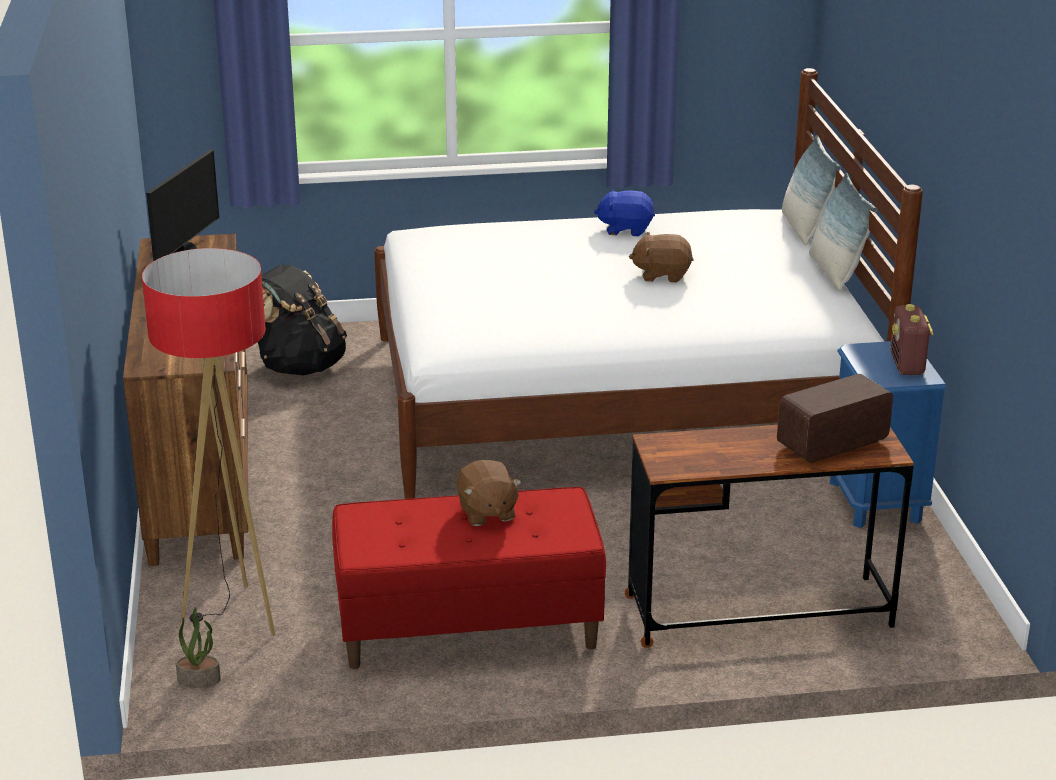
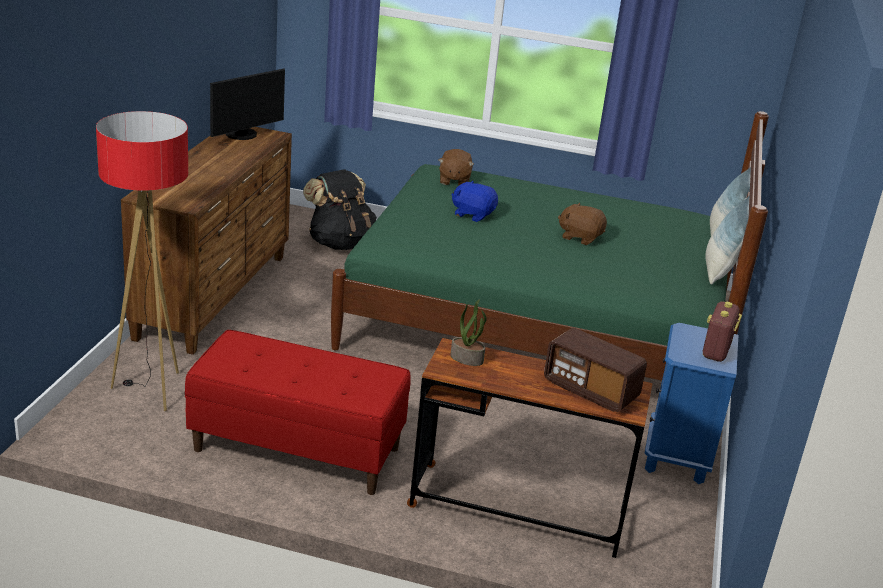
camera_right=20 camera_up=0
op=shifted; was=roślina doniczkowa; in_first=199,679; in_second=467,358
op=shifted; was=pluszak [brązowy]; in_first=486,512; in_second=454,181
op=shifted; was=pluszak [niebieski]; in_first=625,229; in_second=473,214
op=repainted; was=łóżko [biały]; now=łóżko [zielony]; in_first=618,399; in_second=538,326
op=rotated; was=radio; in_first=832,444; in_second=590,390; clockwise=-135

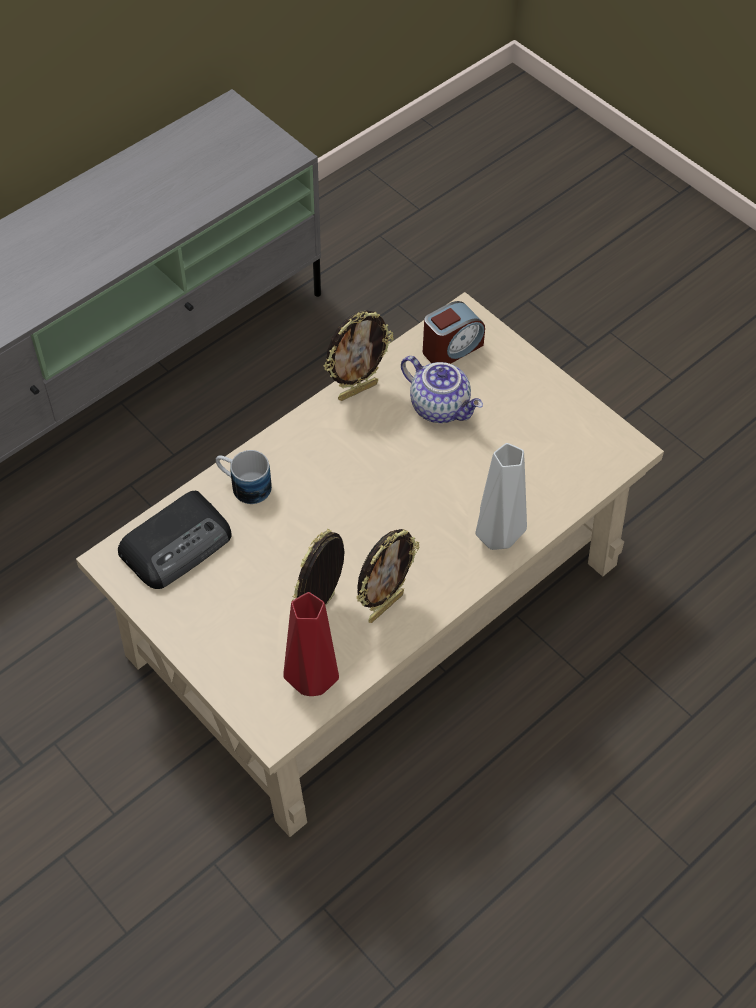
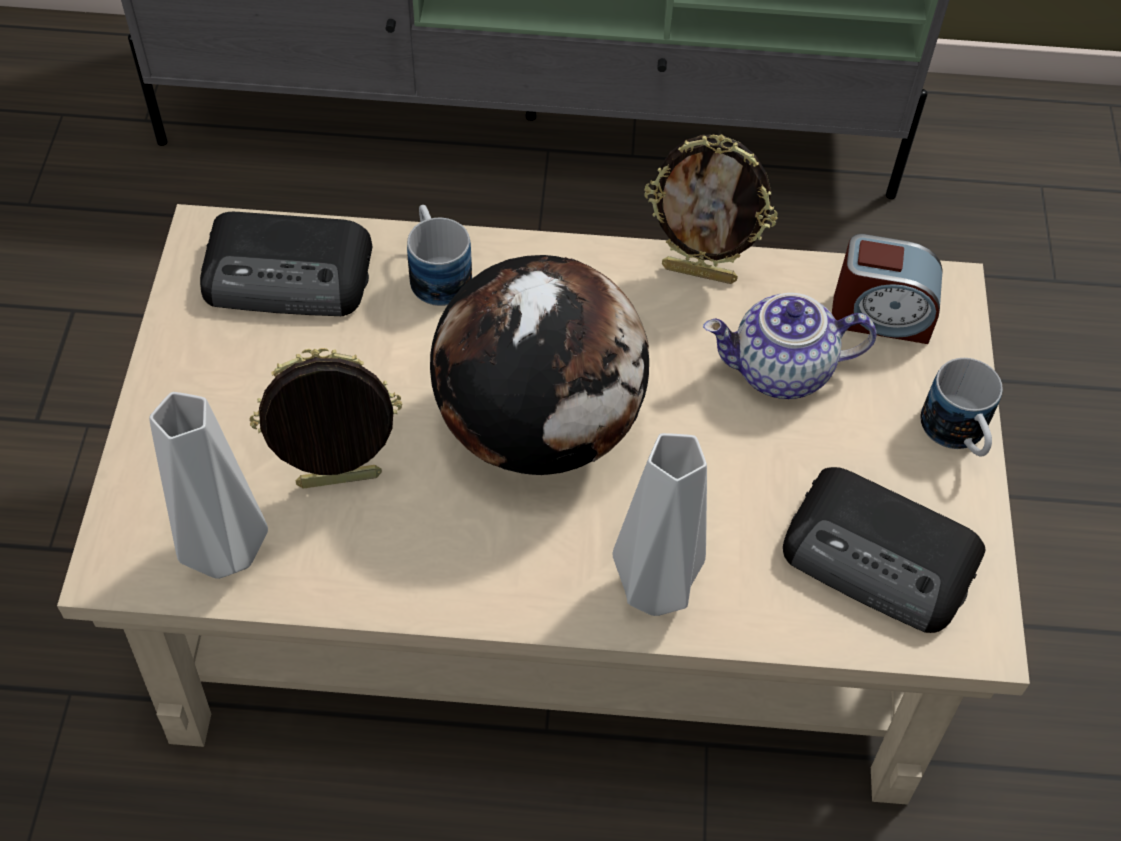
camera_right=45 camera_up=0
op=gone; was=ramka na zdjęcie; in_first=385,606
op=new; now=globus; in_second=539,427
op=new; now=radio; in_second=881,558
op=new; now=kubek; in_second=957,436
op=repainted; was=wazon [czerwony]; now=wazon [szary]; in_first=314,682; in_second=227,556
op=rotated; was=imbryk; in_first=441,406; in_second=780,372; clockwise=90

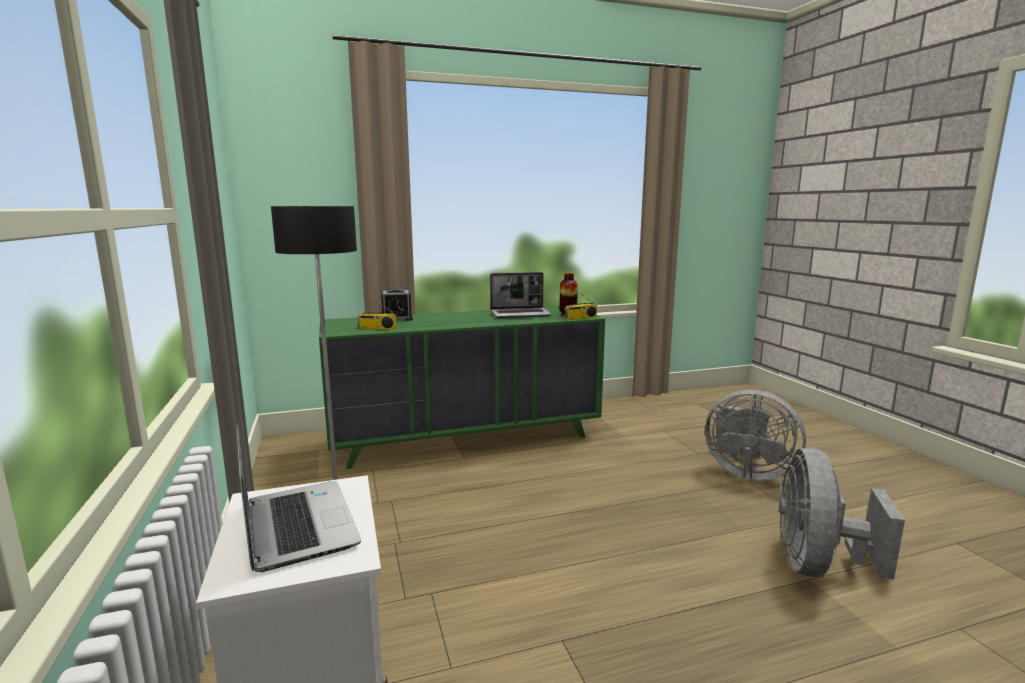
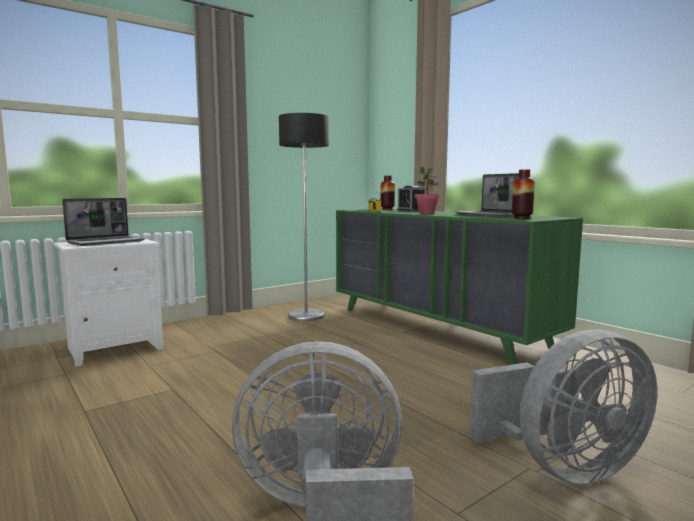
camera_right=70 camera_up=-5
op=gone; was=radio; in_first=580,318
op=new; now=wazon; in_second=387,209
op=new; now=roślina doniczkowa; in_second=426,214
op=rotated; was=wentylator [szary]; in_first=747,472; in_second=564,468; clockwise=-120

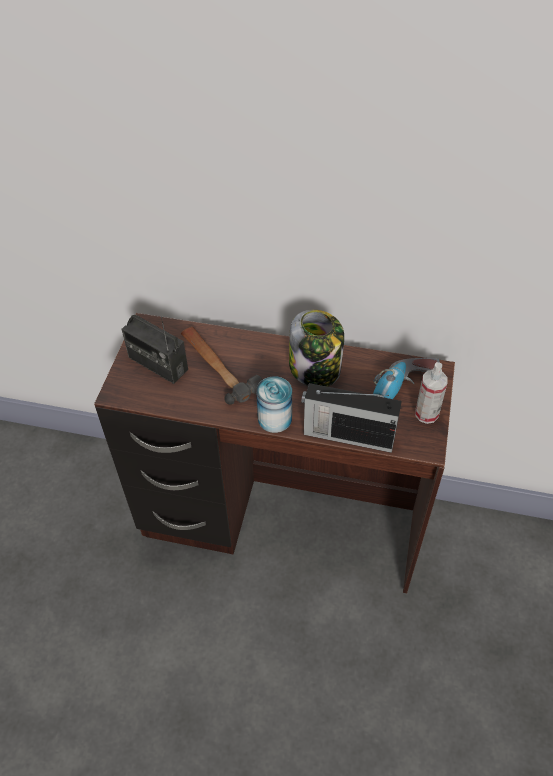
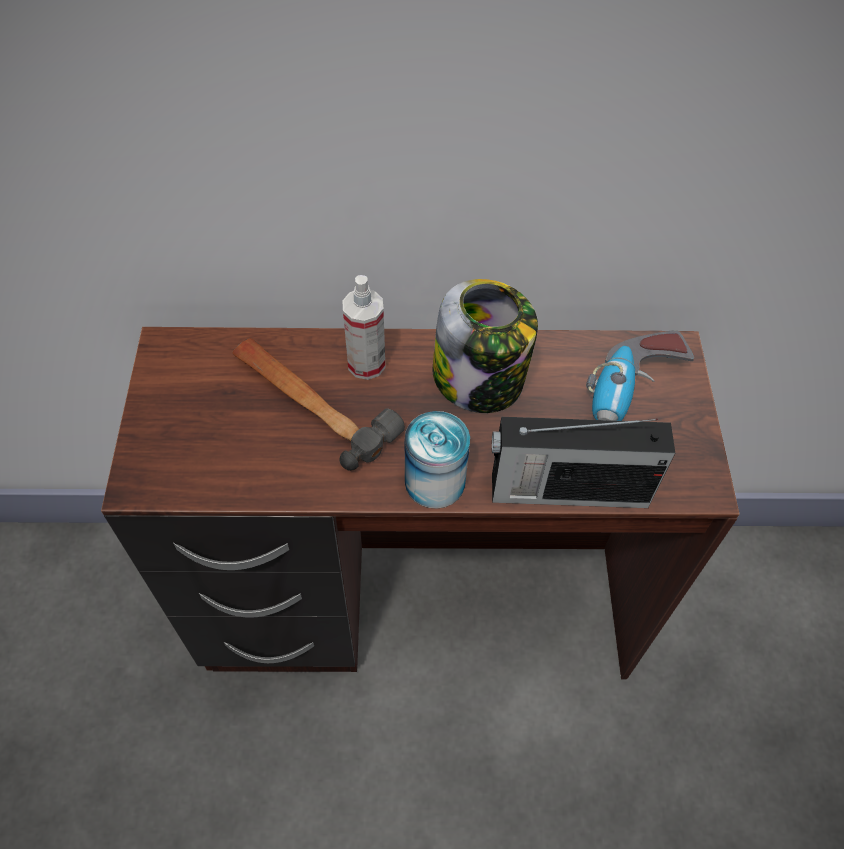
camera_right=-15 camera_up=5
op=gone; was=radio; in_first=158,364
op=shifted; was=spryskiwacz; in_first=426,414; in_second=366,364

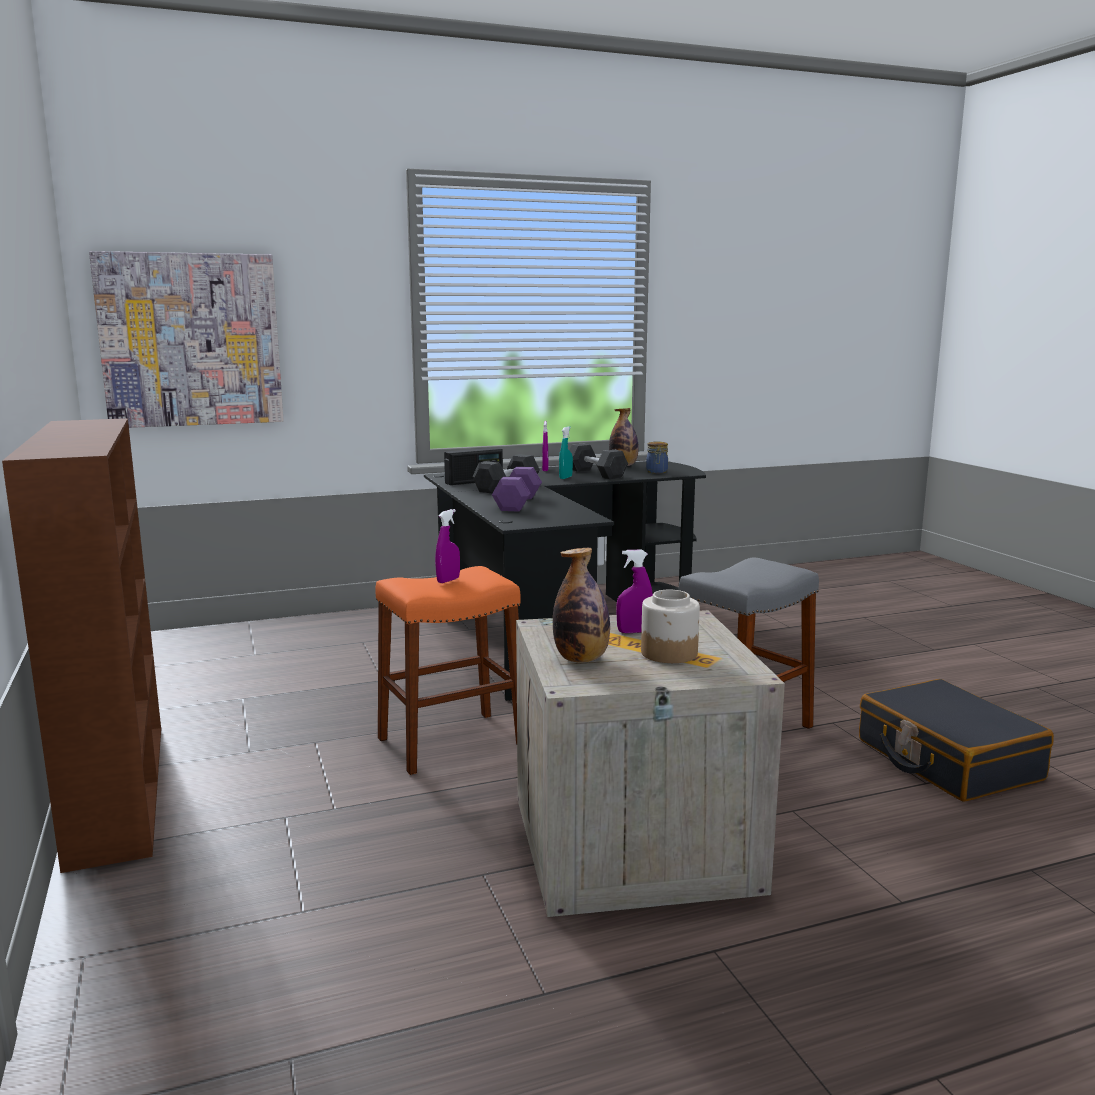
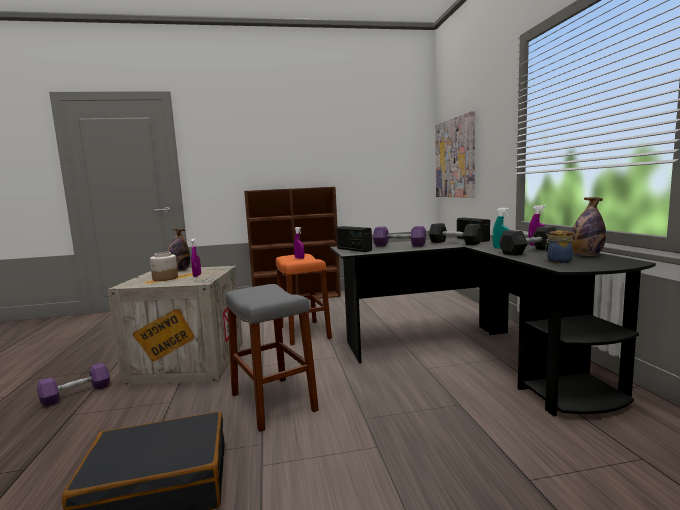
camera_right=100 camera_up=-5
op=new; now=hantel [fioletowy]; in_second=76,393
op=new; now=radio; in_second=353,249

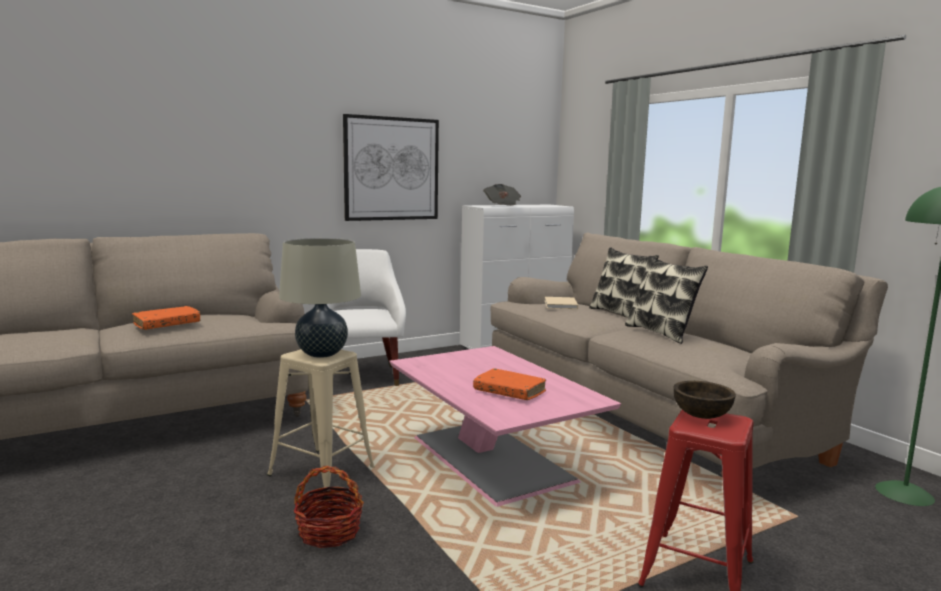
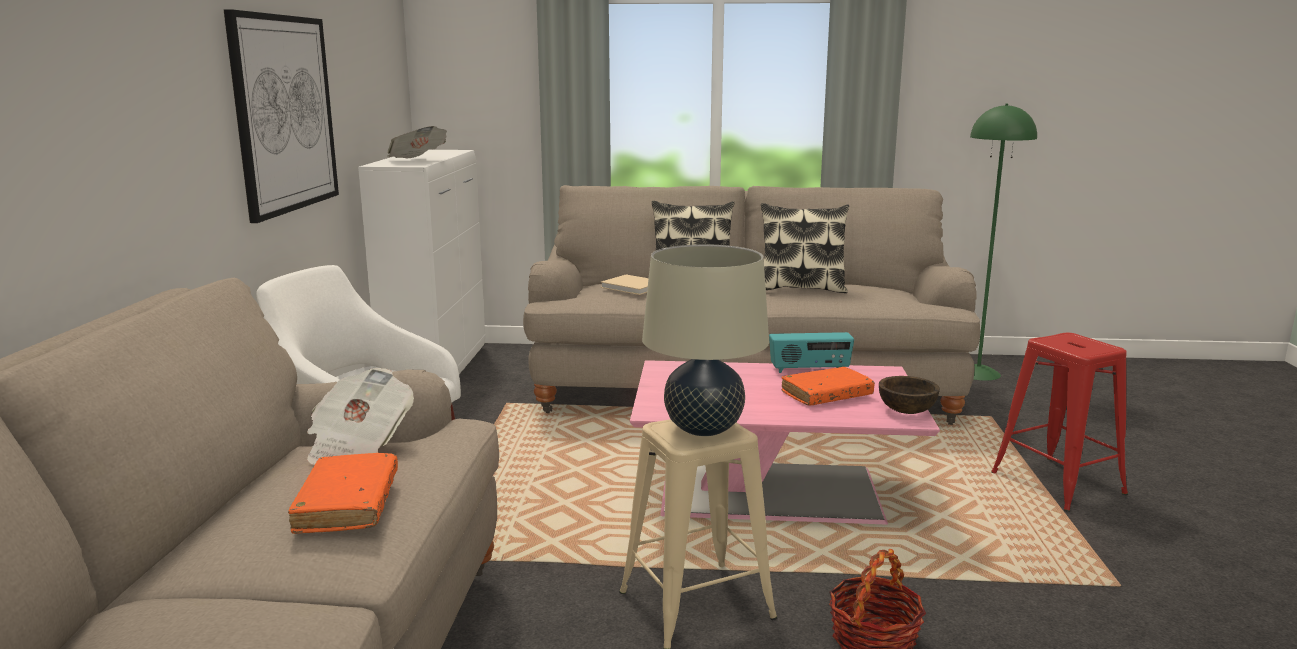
camera_right=-55 camera_up=5
op=new; now=gazeta; in_second=358,444
op=new; now=radio; in_second=809,370
op=shifted; was=miska [brązowy]; in_first=701,415; in_second=906,410

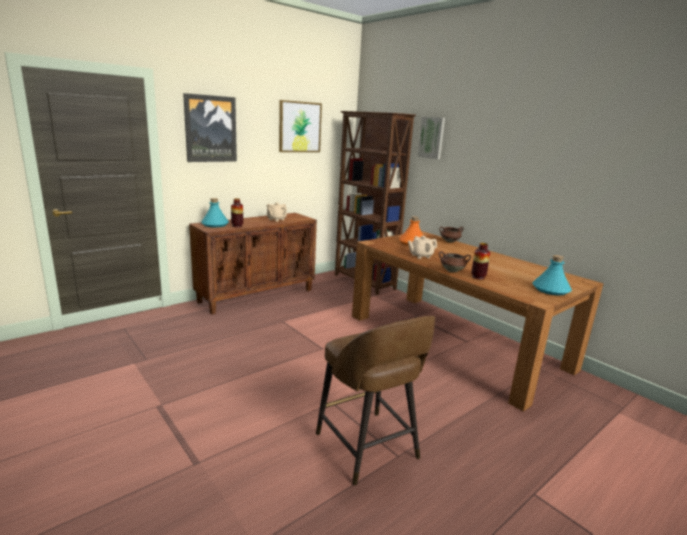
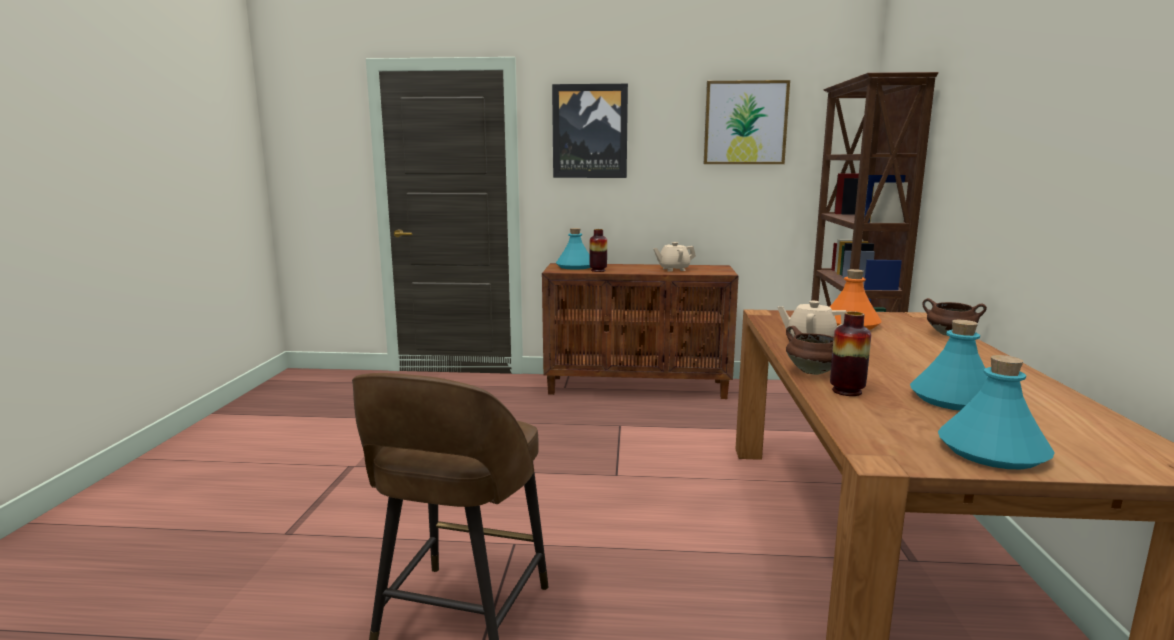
camera_right=45 camera_up=-5
op=gone; was=obraz; in_first=432,137
op=new; now=butelka [turkusowy]; in_second=953,399

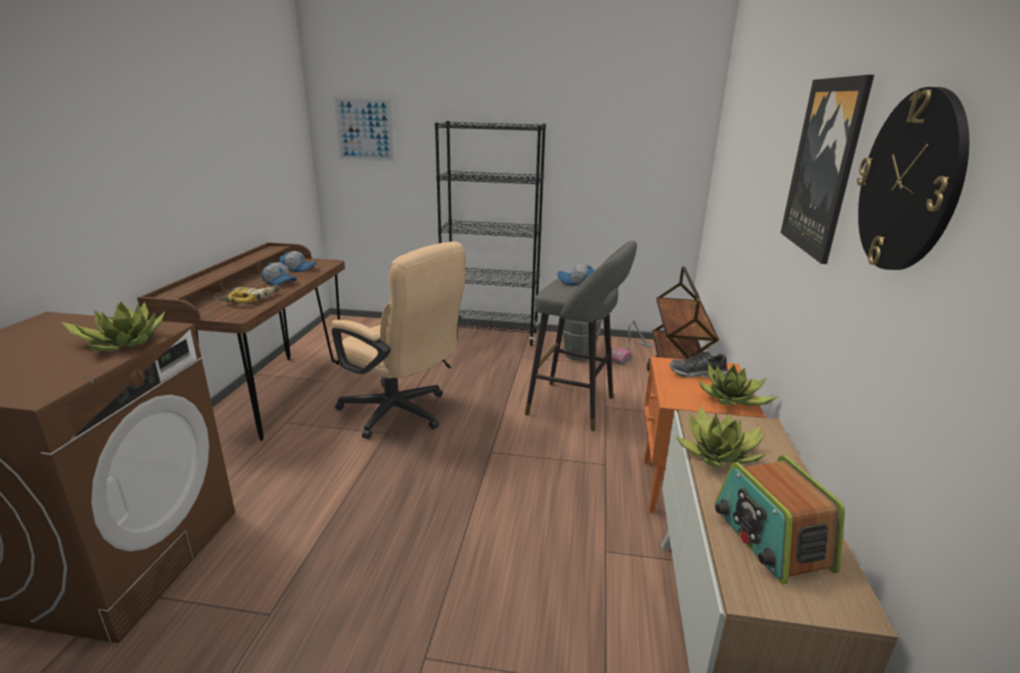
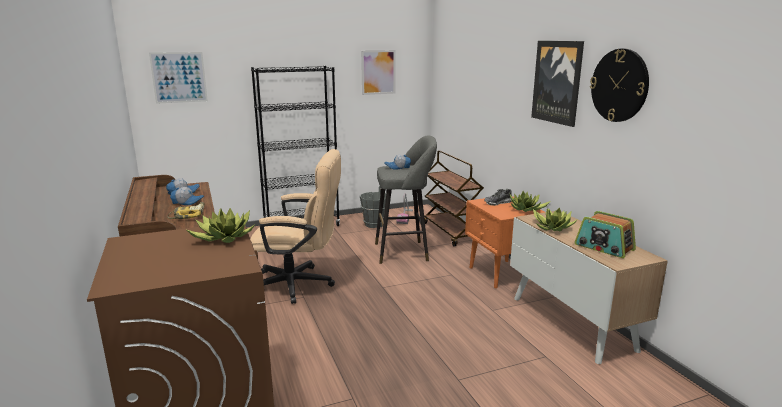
camera_right=-30 camera_up=-5
op=new; now=obraz; in_second=378,72

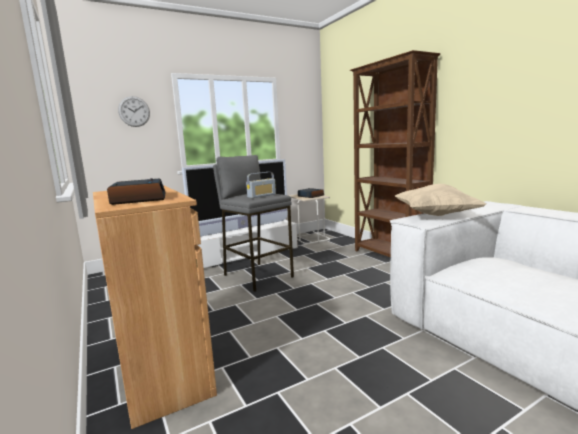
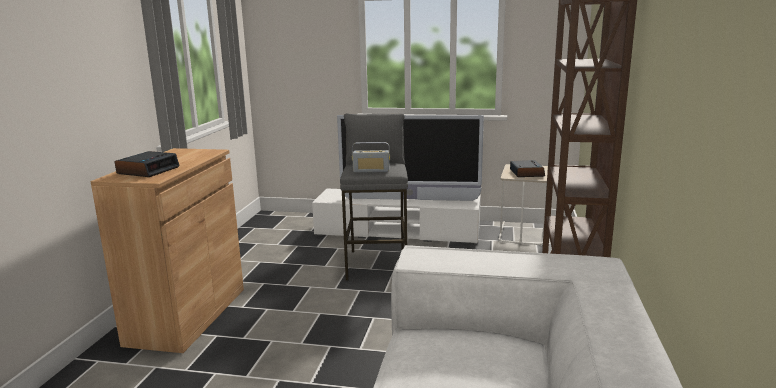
camera_right=40 camera_up=5
op=gone; was=zegar ścienny; in_first=134,111
op=gone; was=poduszka [beżowy]; in_first=435,215

